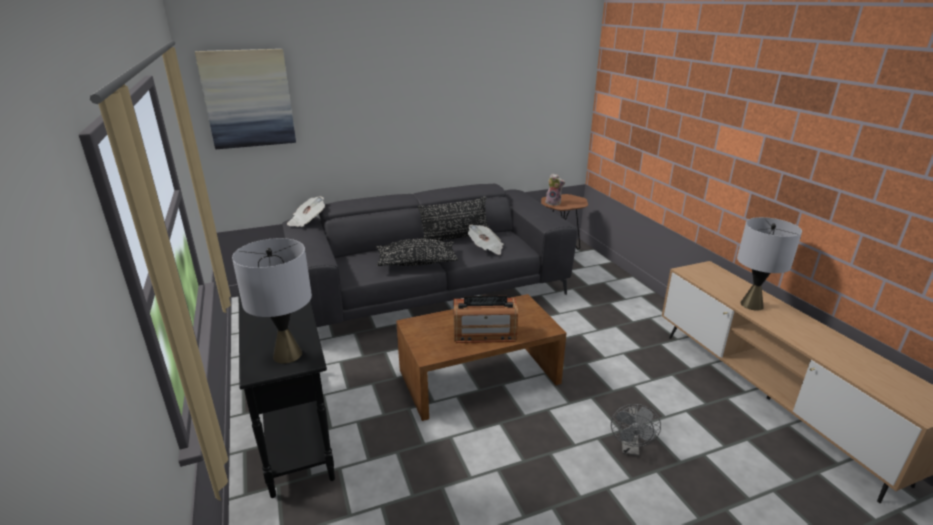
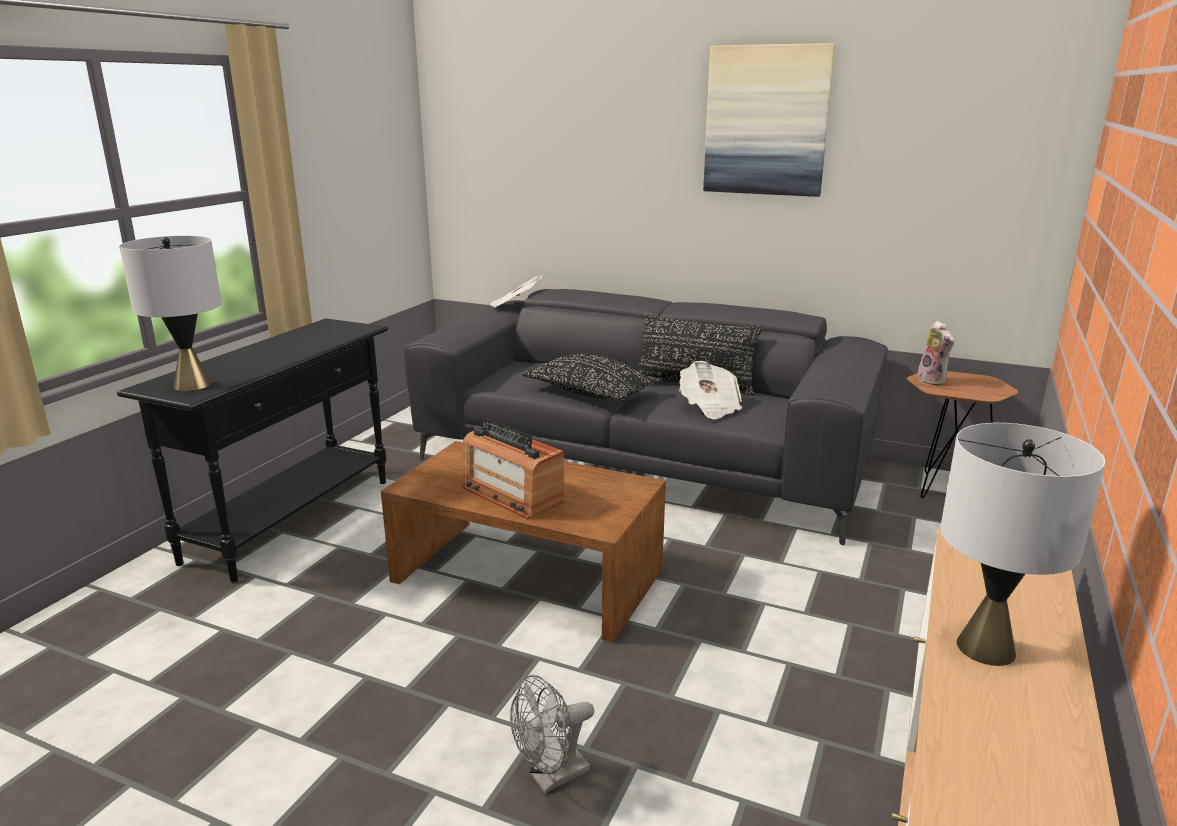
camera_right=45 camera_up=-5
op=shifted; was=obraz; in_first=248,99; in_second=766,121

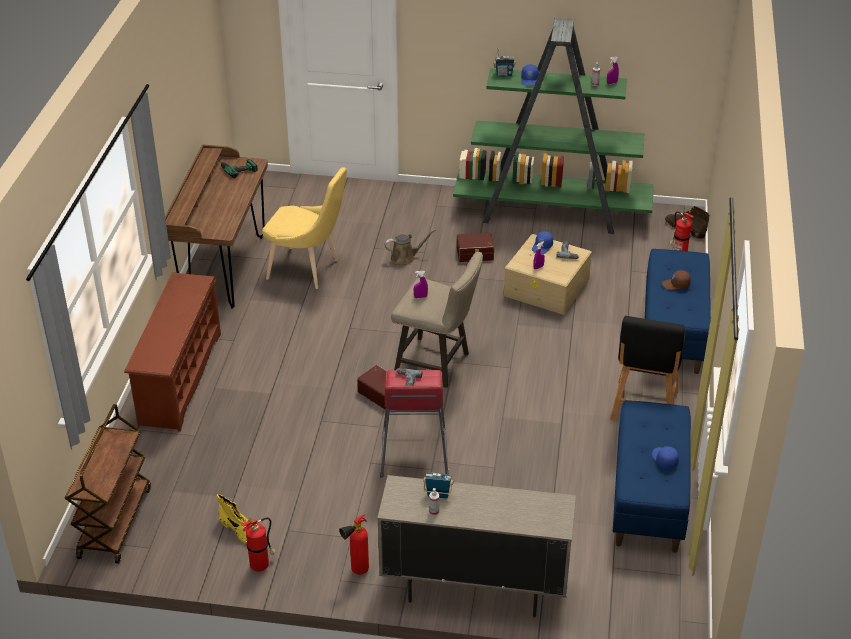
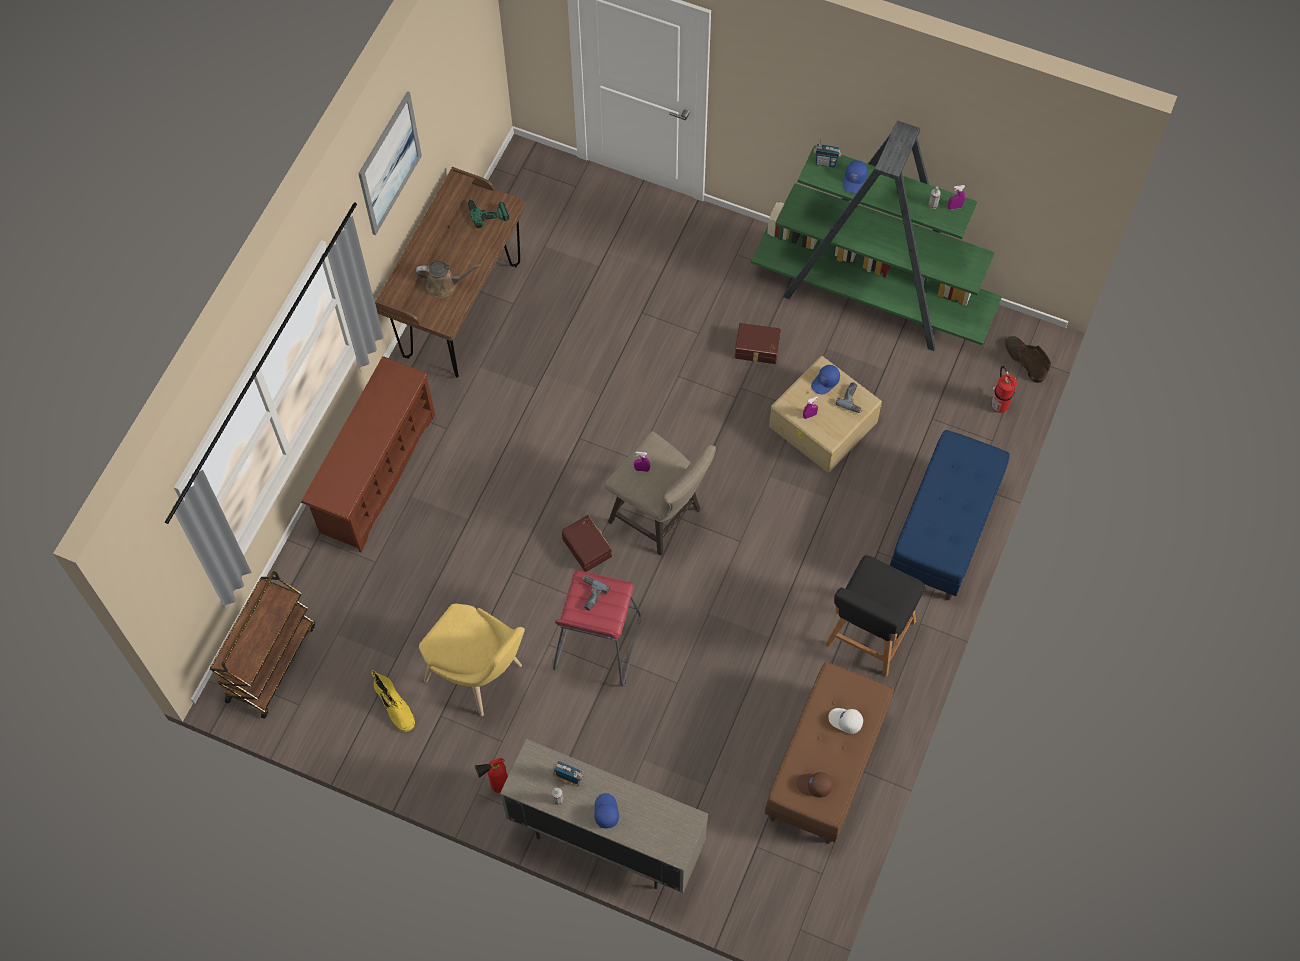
camera_right=15 camera_up=25
op=gone; was=gaśnica; in_first=261,565
op=new; now=obraz; in_second=389,163
op=new; now=czapka z daszkiem [biały]; in_second=845,721
op=shifted; was=krzesło [żółty]; in_first=308,270; in_second=479,675
op=shifted; was=konewka [brązowy]; in_first=405,258; in_second=445,284
op=shifted; was=czapka z daszkiem [niebieski]; in_first=664,459; in_second=605,812
op=shifted; was=czapka z daszkiem [brązowy]; in_first=676,285; in_second=814,786
op=repainted; was=ławka [niebieski]; now=ławka [brązowy]; in_first=648,499; in_second=826,766

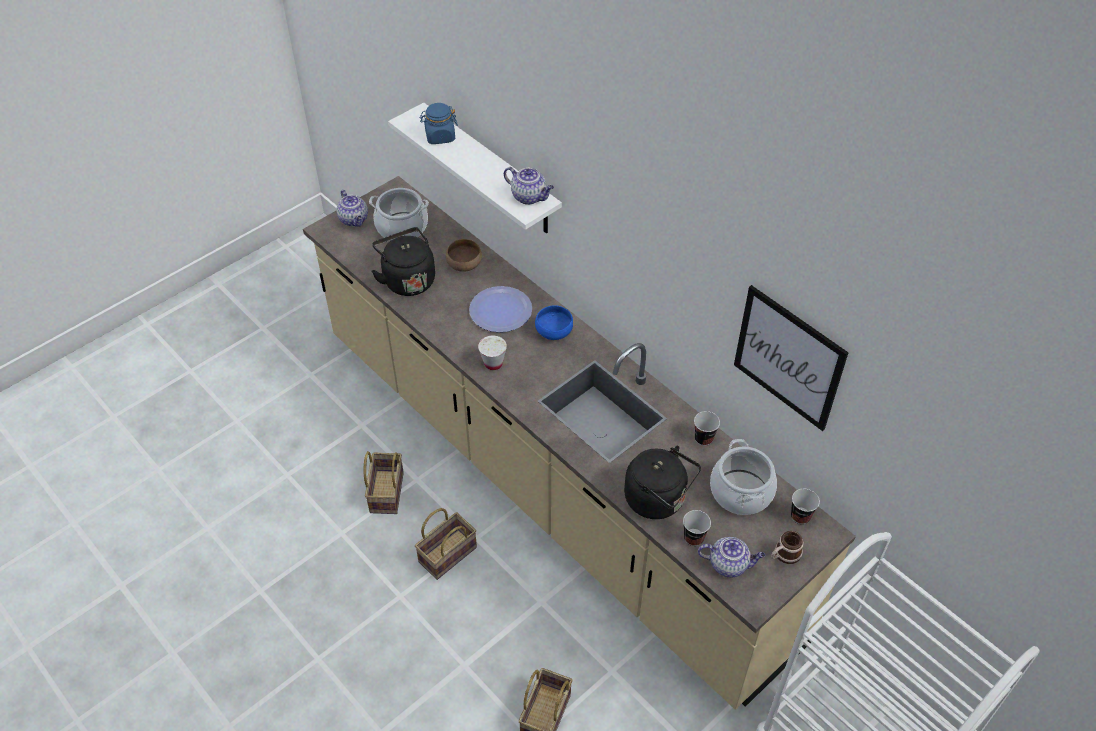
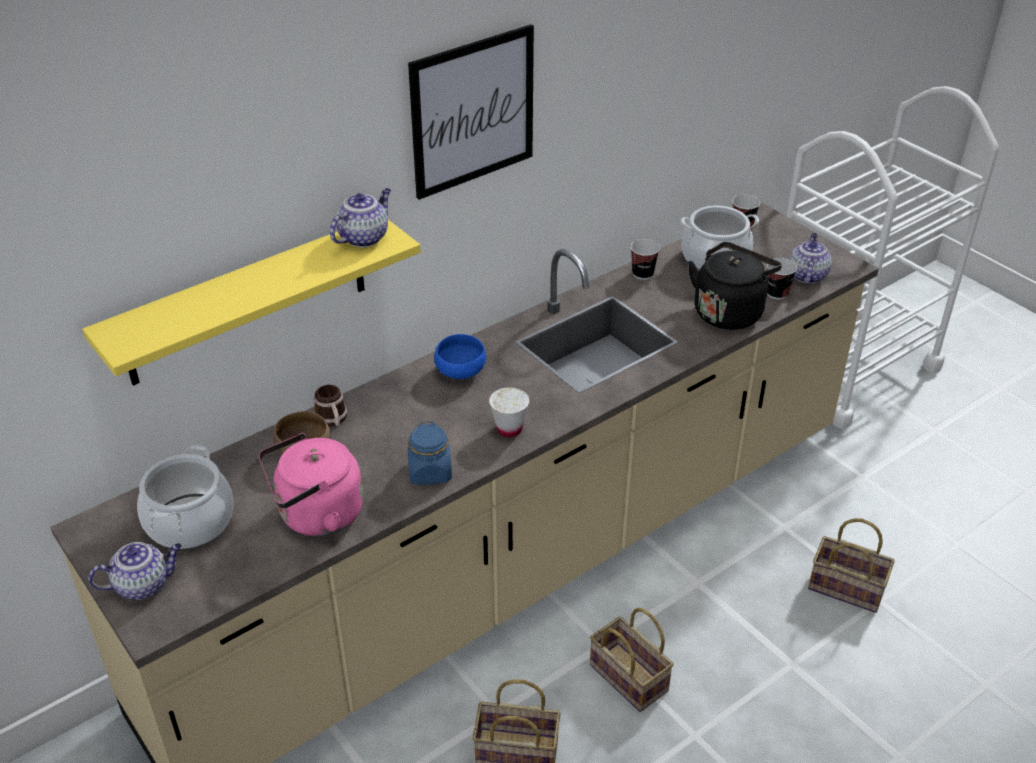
camera_right=-85 camera_up=-10
op=gone; was=talerz; in_first=500,310
op=shifted; was=słoik [niebieski]; in_first=440,136; in_second=430,472
op=shifted; was=obraz; in_first=788,358; in_second=473,112
op=shifted; was=kubek; in_first=784,555; in_second=332,420
op=repainted; was=czajnik [czarny]; now=czajnik [różowy]; in_first=407,279; in_second=316,516
op=repainted; was=półka [biały]; now=półka [żółty]; in_first=490,170; in_second=247,301

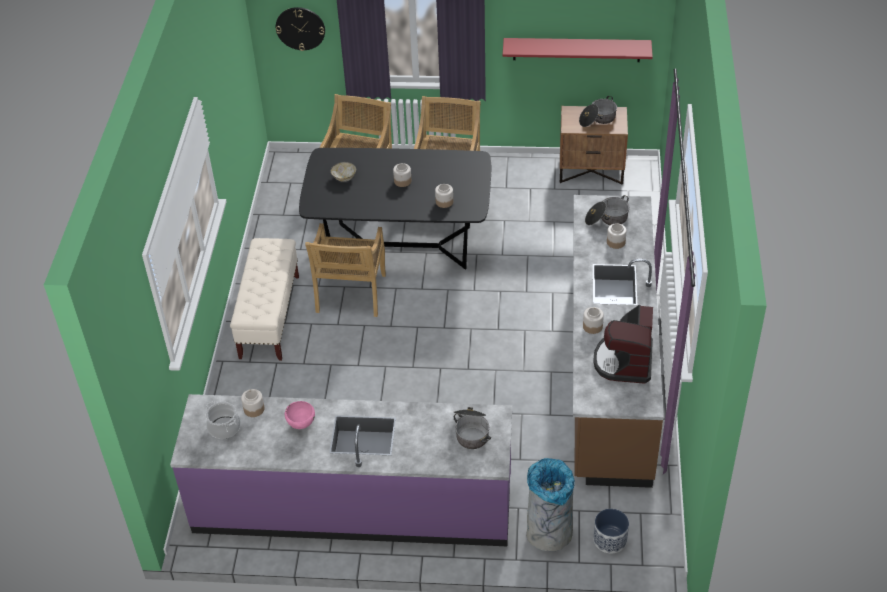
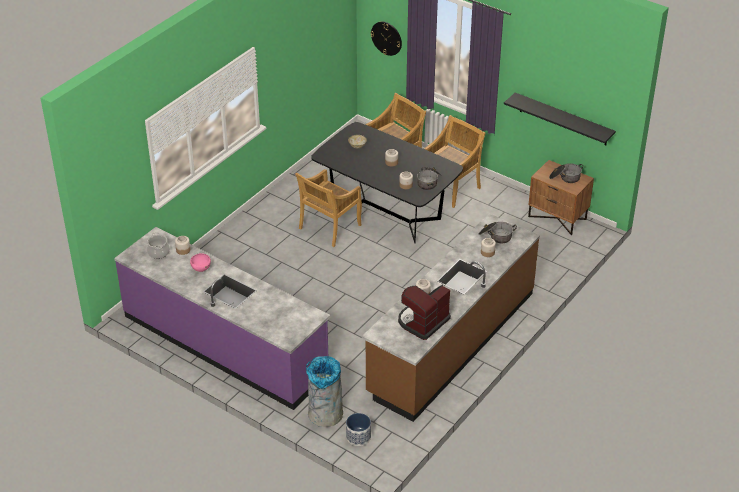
camera_right=30 camera_up=-5
op=gone; was=ławka [beżowy]; in_first=269,317
op=shifted; was=garnek; in_first=471,432; in_second=429,182
op=repainted; was=półka [czerwony]; now=półka [czarny]; in_first=576,49; in_second=563,119

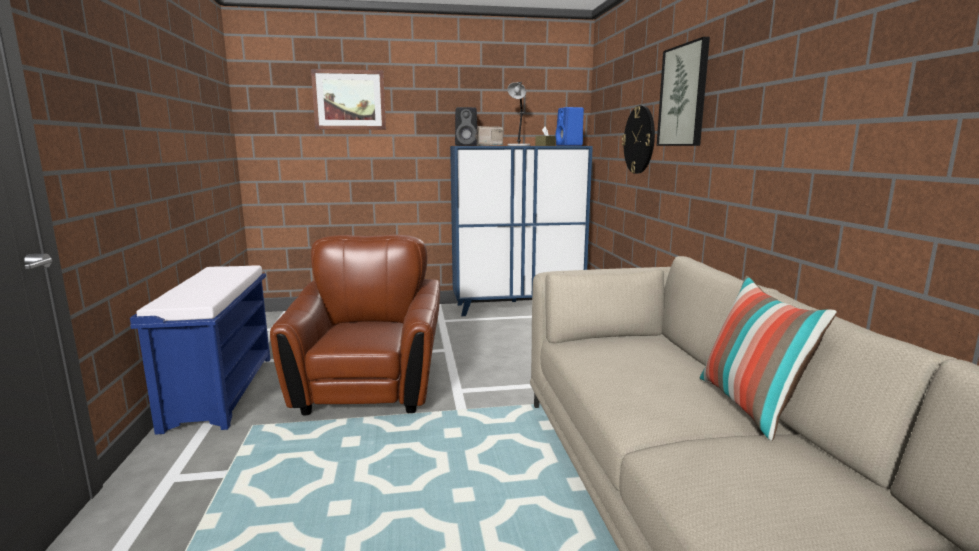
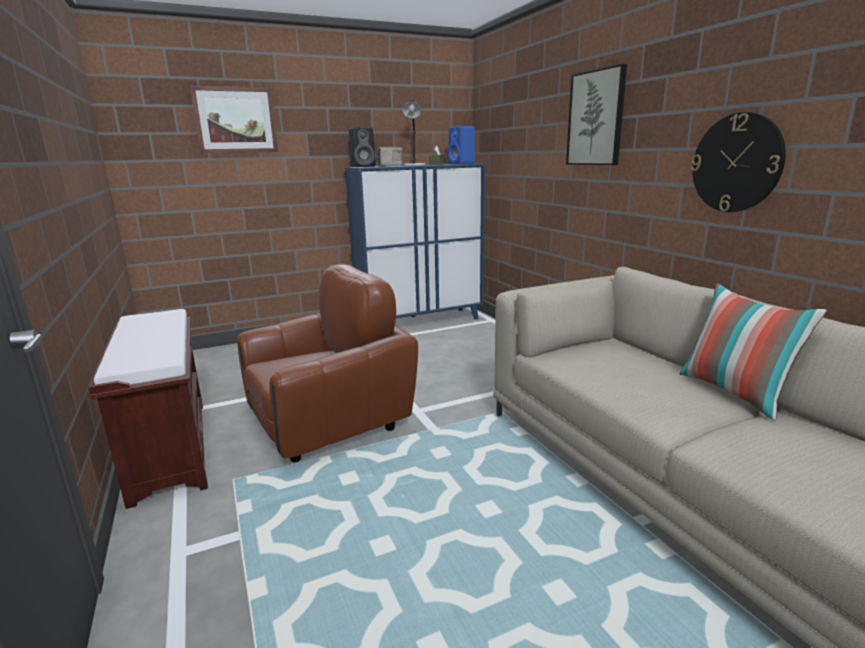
camera_right=-15 camera_up=5
op=shifted; was=zegar ścienny; in_first=639,140; in_second=736,163
op=repainted; was=ławka [niebieski]; now=ławka [brązowy]; in_first=221,390; in_second=170,448
op=rotated; was=fotel [brązowy]; in_first=369,388; in_second=330,421; clockwise=75

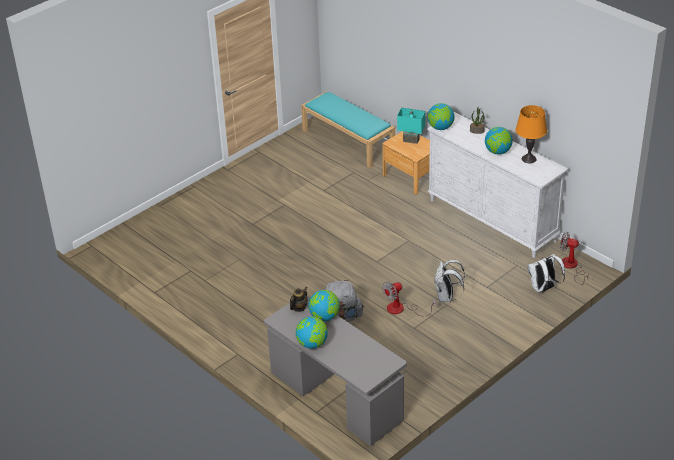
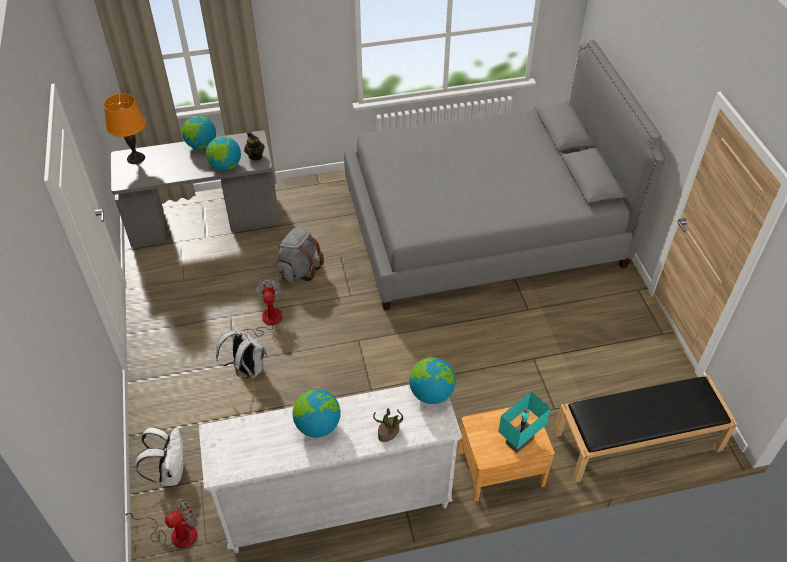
camera_right=120 camera_up=10
op=new; now=łóżko [szary]; in_second=483,226
op=shifted; was=lampa stołowa [pomarańczowy]; in_first=528,159; in_second=136,158
op=repainted; was=ławka [turkusowy]; now=ławka [czarny]; in_first=348,141; in_second=636,441

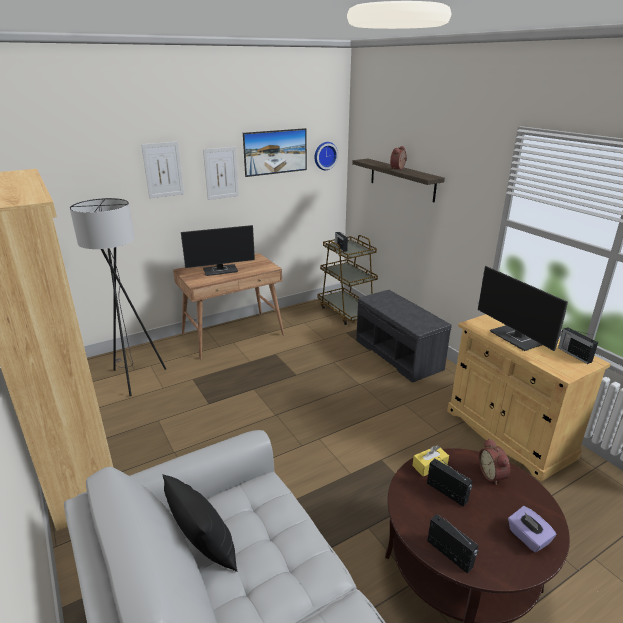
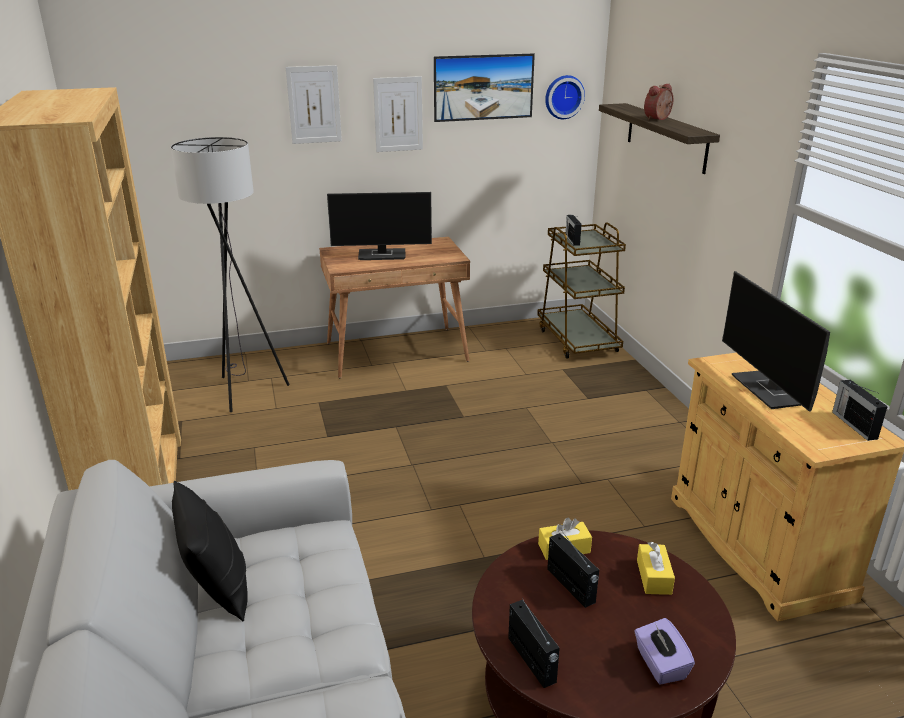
camera_right=15 camera_up=0
op=gone; was=ławka [szary]; in_first=399,354
op=swapped; was=budzik; now=pudełko chusteczek [żółty]; in_first=493,475; in_second=654,577

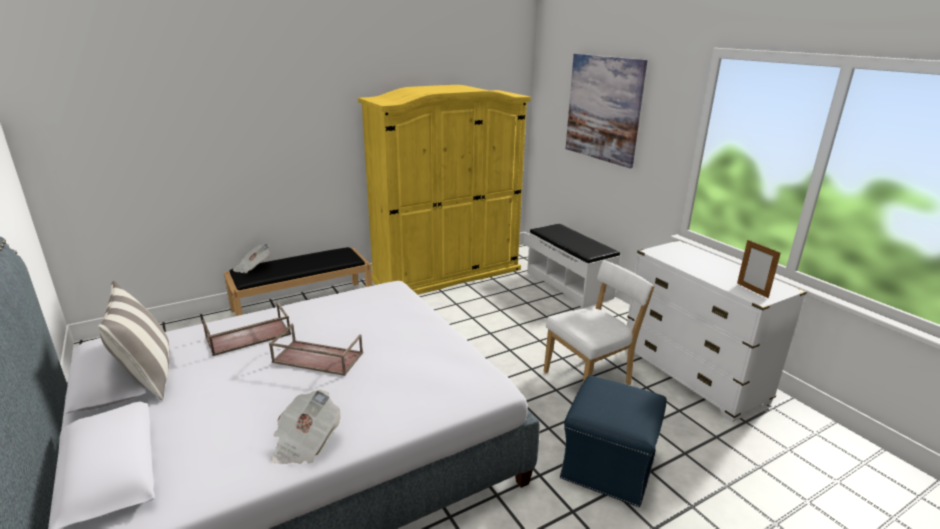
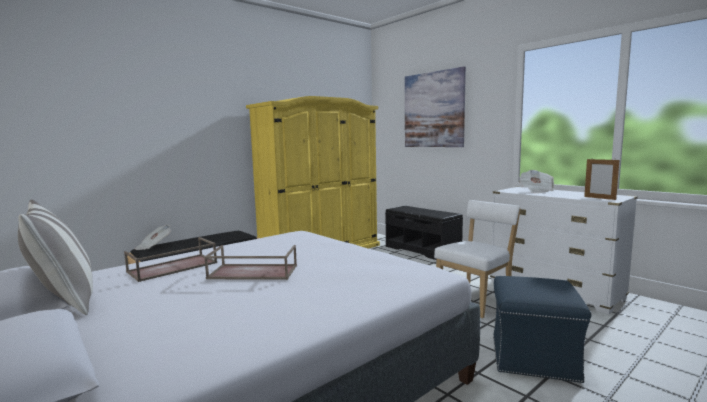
camera_right=-10 camera_up=-15
op=shifted; was=gazeta; in_first=305,443; in_second=536,191
op=repainted; was=ławka [biały]; now=ławka [czarny]; in_first=569,285; in_second=422,250

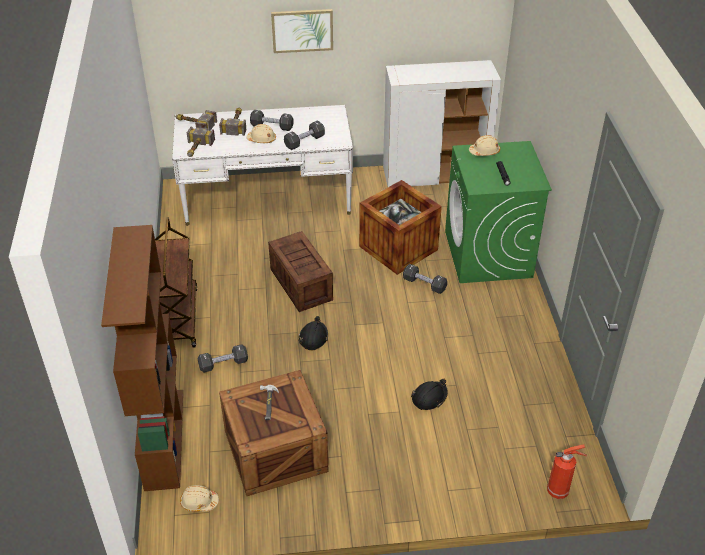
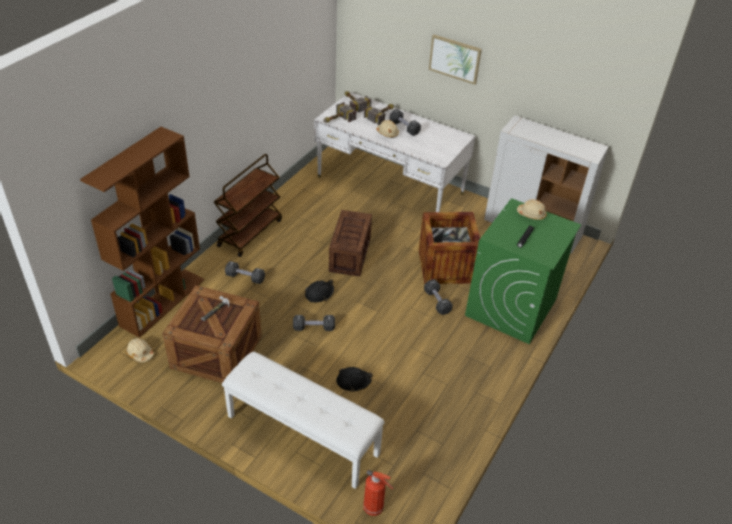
camera_right=35 camera_up=0
op=new; now=ławka [biały]; in_second=301,435
op=shifted; was=hantel [czarny]; in_first=304,141; in_second=314,328

